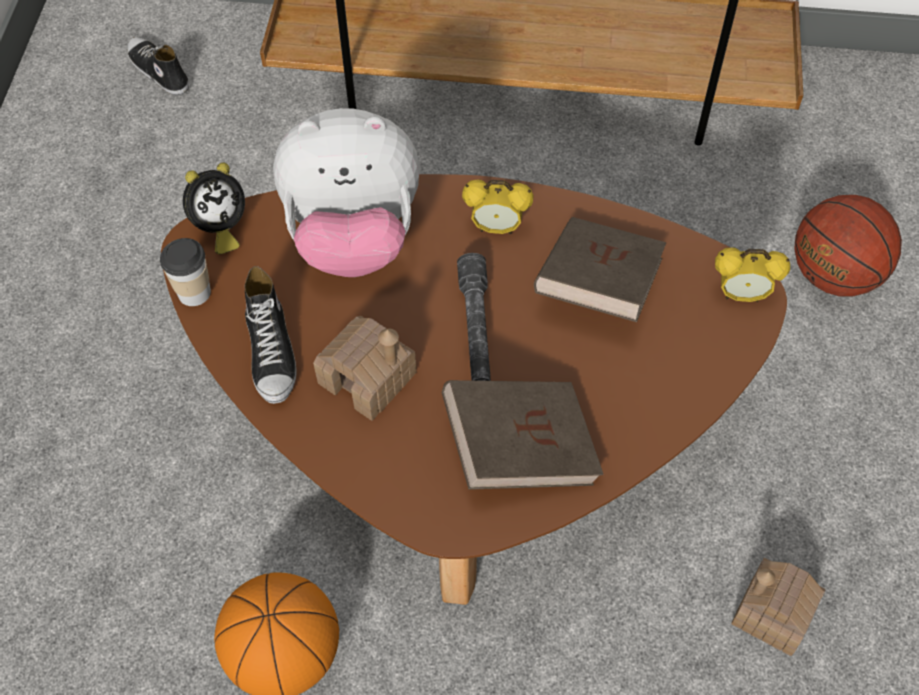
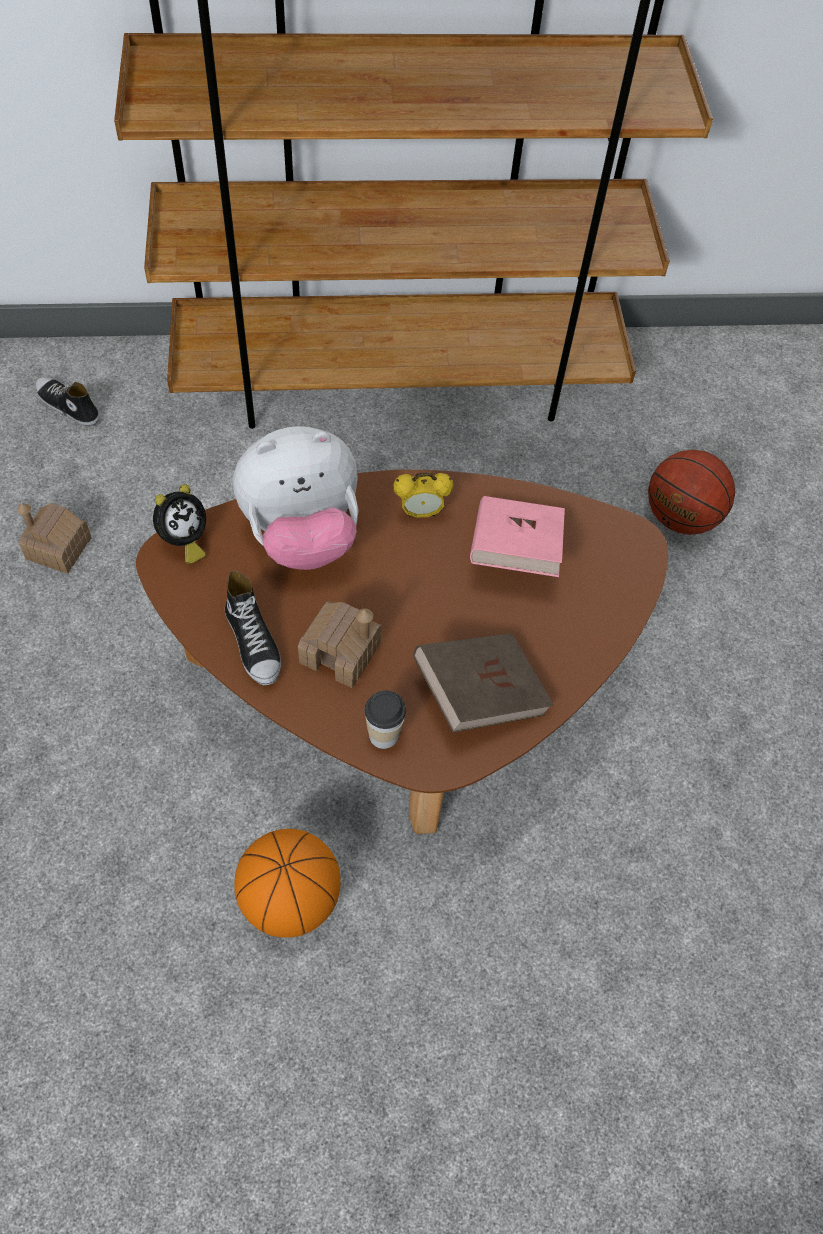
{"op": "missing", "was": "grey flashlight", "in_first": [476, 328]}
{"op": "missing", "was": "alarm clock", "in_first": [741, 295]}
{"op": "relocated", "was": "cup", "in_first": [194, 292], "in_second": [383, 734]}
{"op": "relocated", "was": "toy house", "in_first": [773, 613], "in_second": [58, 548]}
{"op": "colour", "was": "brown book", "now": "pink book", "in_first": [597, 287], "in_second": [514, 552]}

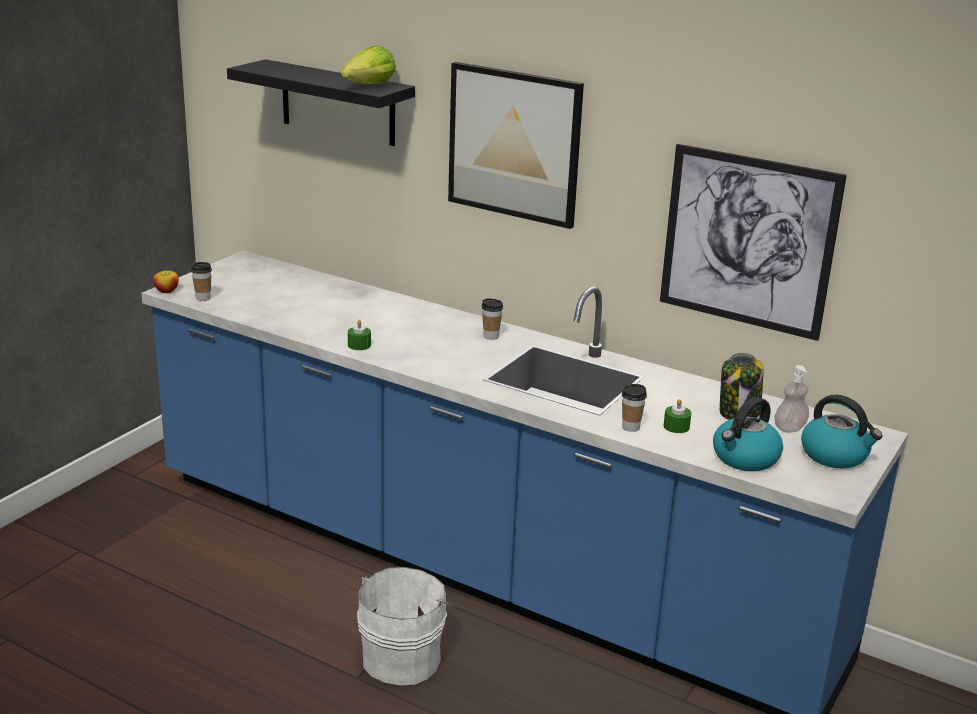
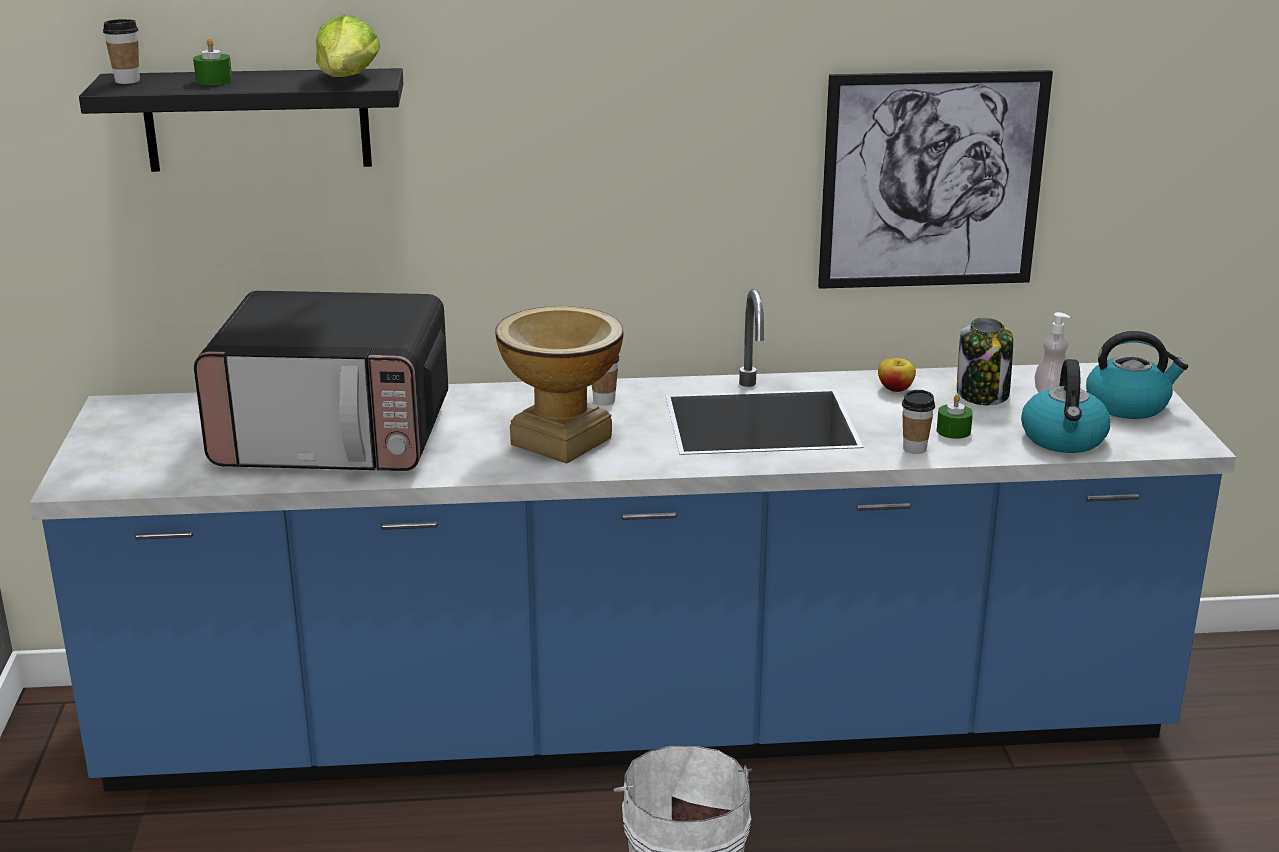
{"op": "missing", "was": "picture", "in_first": [514, 144]}
{"op": "appeared", "now": "microwave", "in_second": [335, 437]}
{"op": "appeared", "now": "vase", "in_second": [562, 441]}
{"op": "relocated", "was": "apple", "in_first": [166, 291], "in_second": [895, 388]}
{"op": "relocated", "was": "cup", "in_first": [203, 298], "in_second": [127, 81]}
{"op": "relocated", "was": "green candle", "in_first": [359, 345], "in_second": [214, 81]}

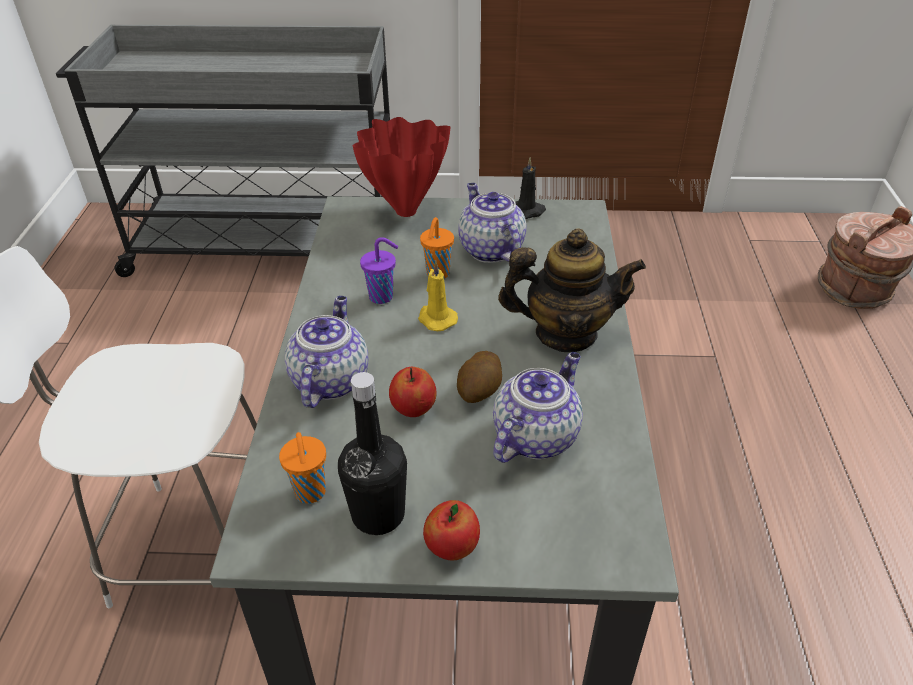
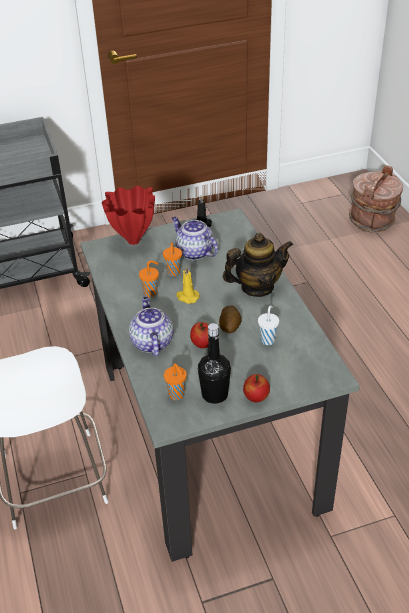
{"op": "exchanged", "was": "teapot", "now": "white cup", "in_first": [535, 435], "in_second": [268, 340]}
{"op": "colour", "was": "purple cup", "now": "orange cup", "in_first": [382, 297], "in_second": [151, 293]}

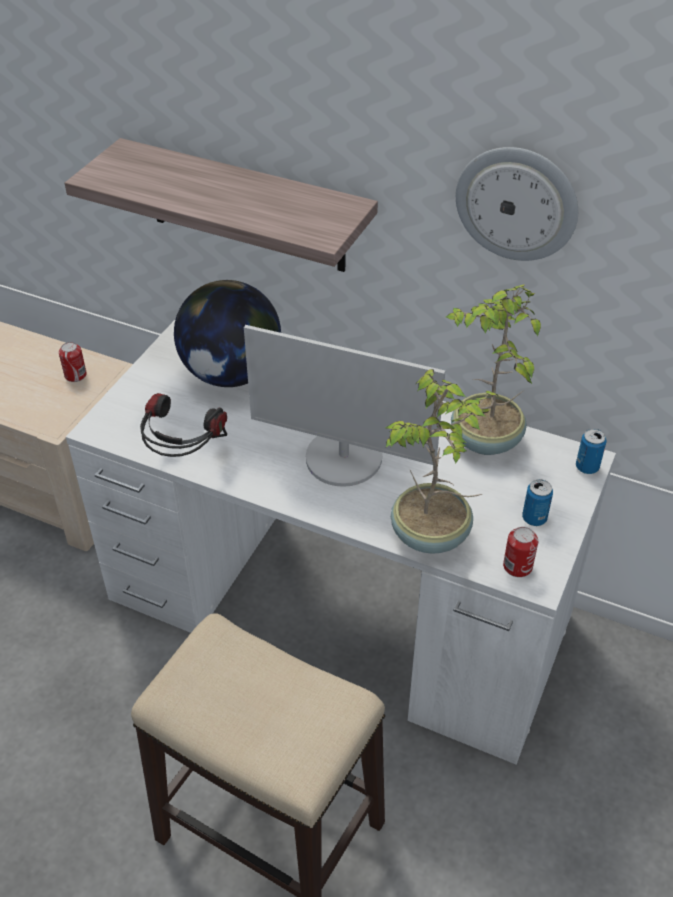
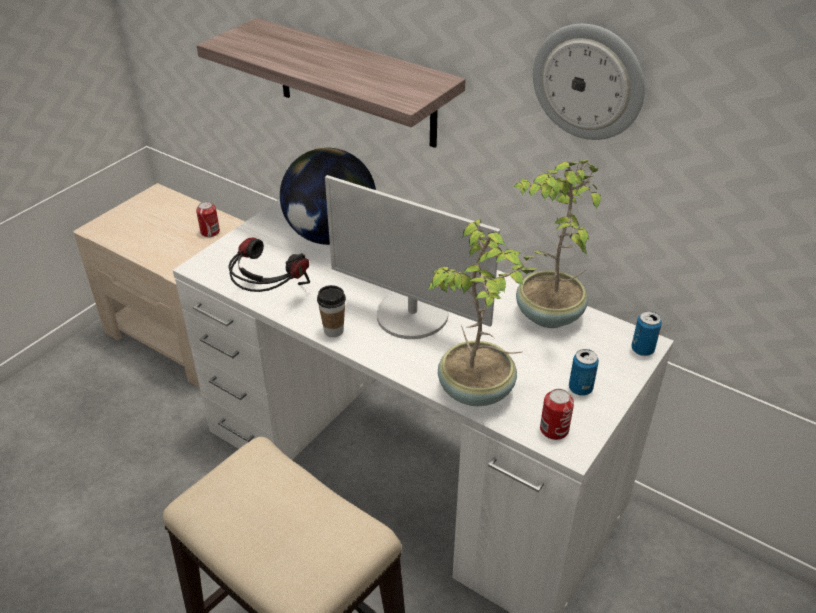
{"op": "appeared", "now": "cup", "in_second": [333, 330]}

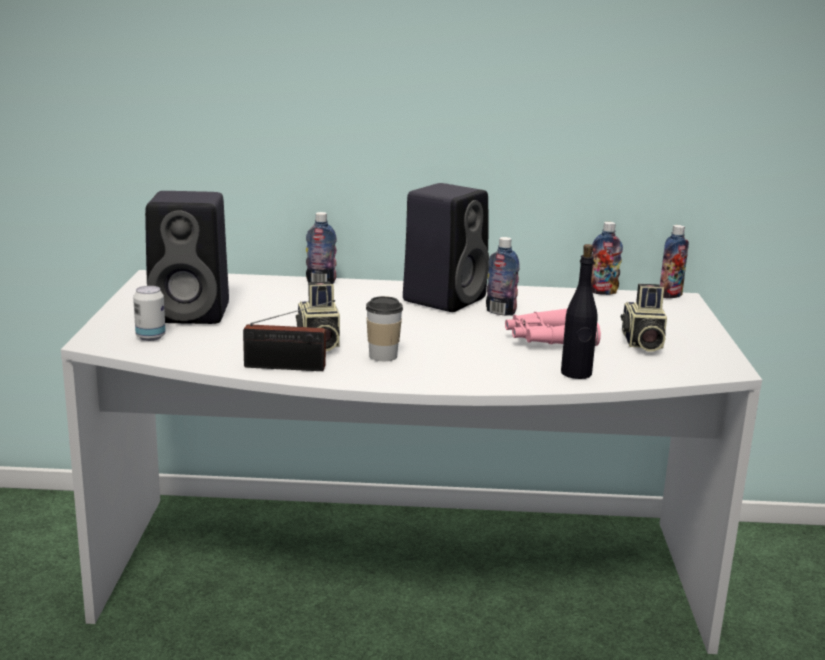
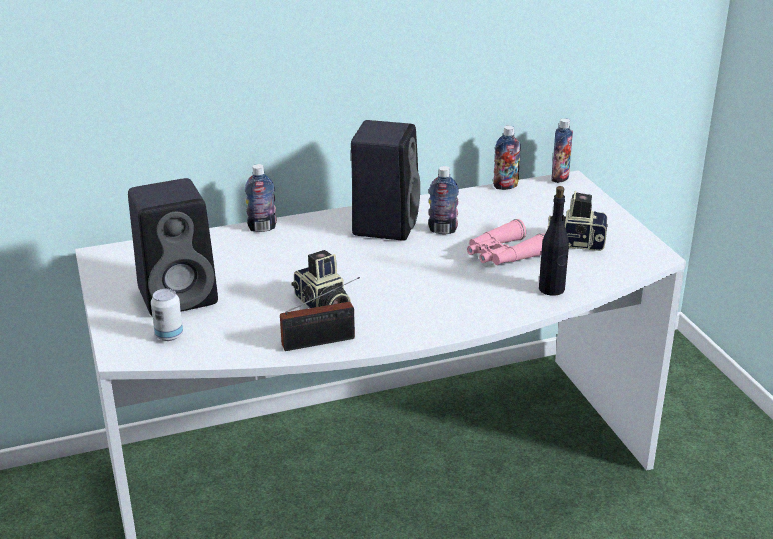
{"op": "missing", "was": "cup", "in_first": [383, 356]}
{"op": "spun", "was": "photo camera", "in_first": [641, 343], "in_second": [576, 241], "clockwise": 120}

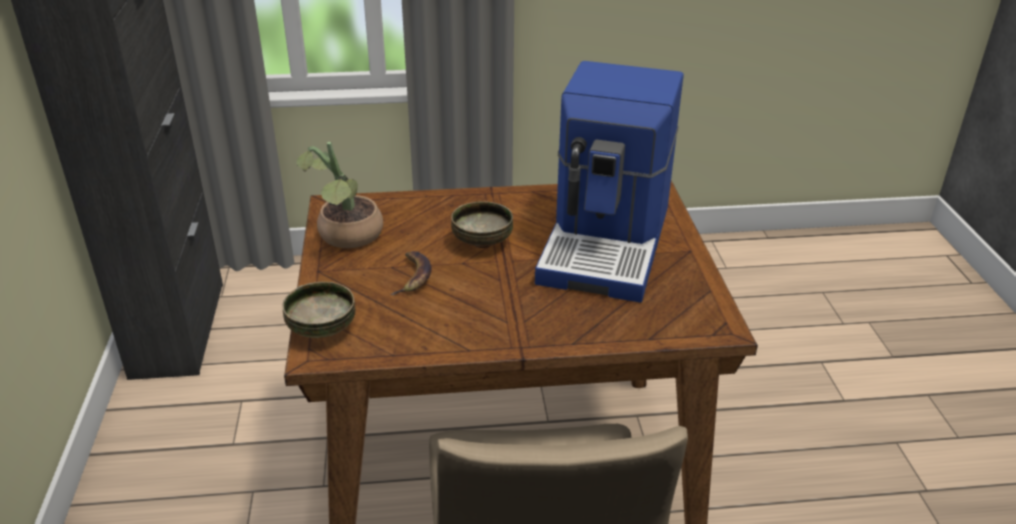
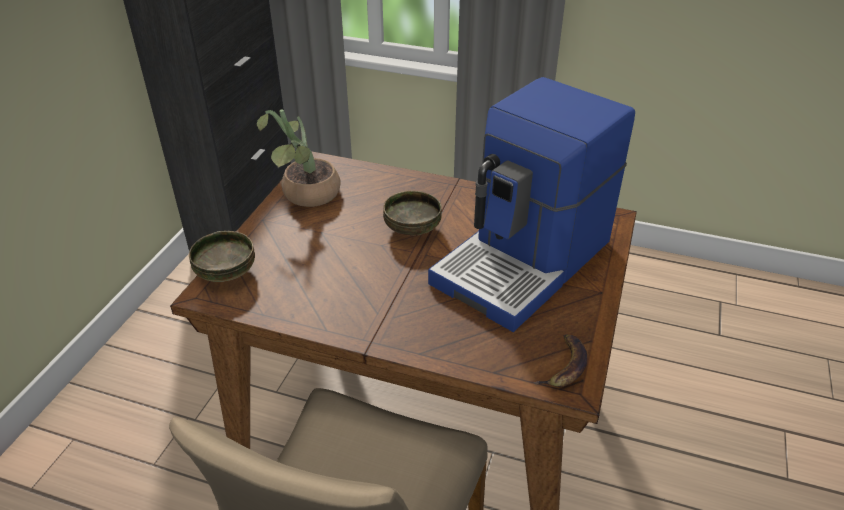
{"op": "relocated", "was": "banana", "in_first": [412, 276], "in_second": [564, 365]}

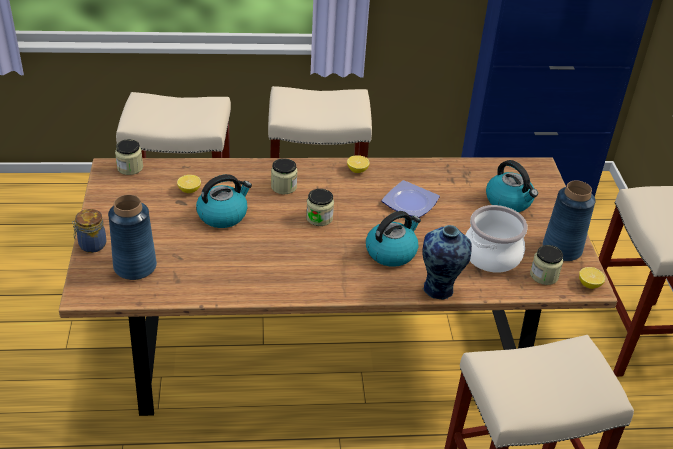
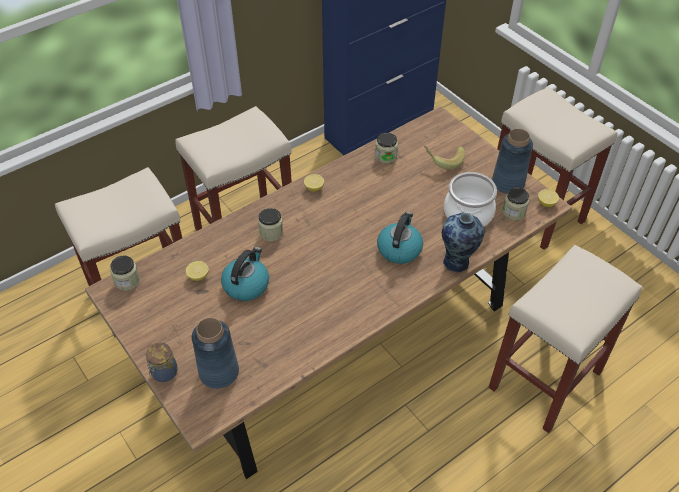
{"op": "missing", "was": "plate", "in_first": [409, 202]}
{"op": "relocated", "was": "jar", "in_first": [319, 218], "in_second": [386, 156]}
{"op": "exchanged", "was": "kettle", "now": "banana", "in_first": [509, 201], "in_second": [443, 160]}

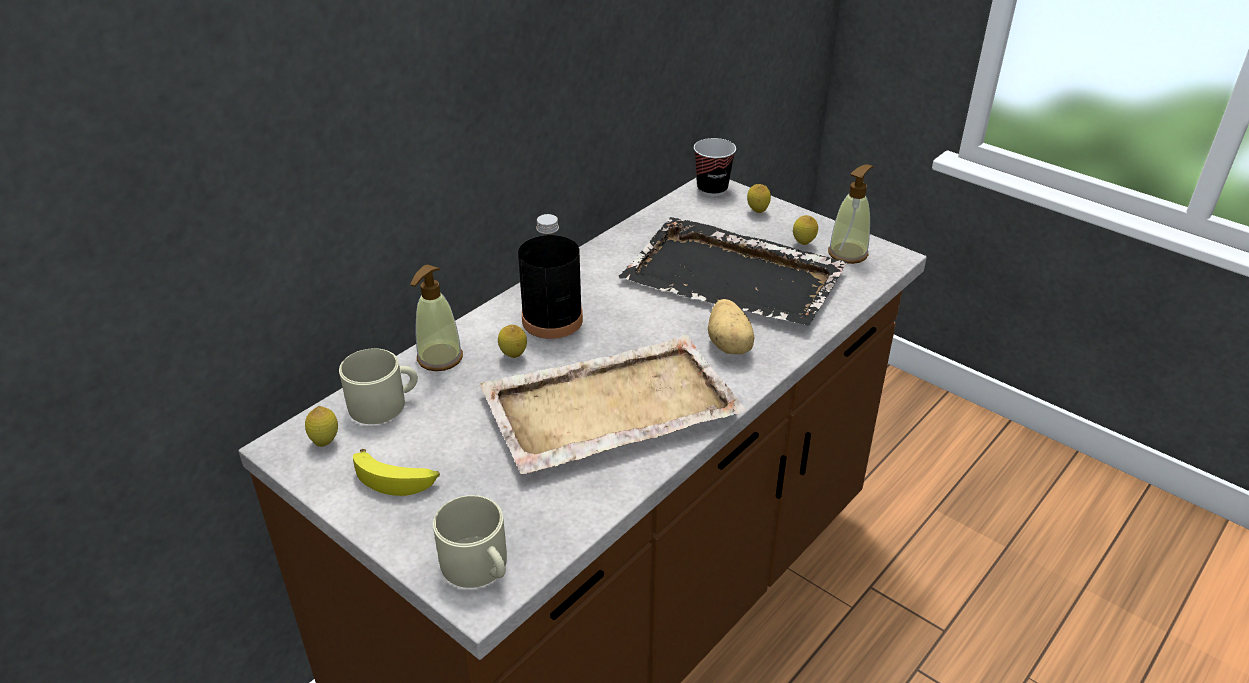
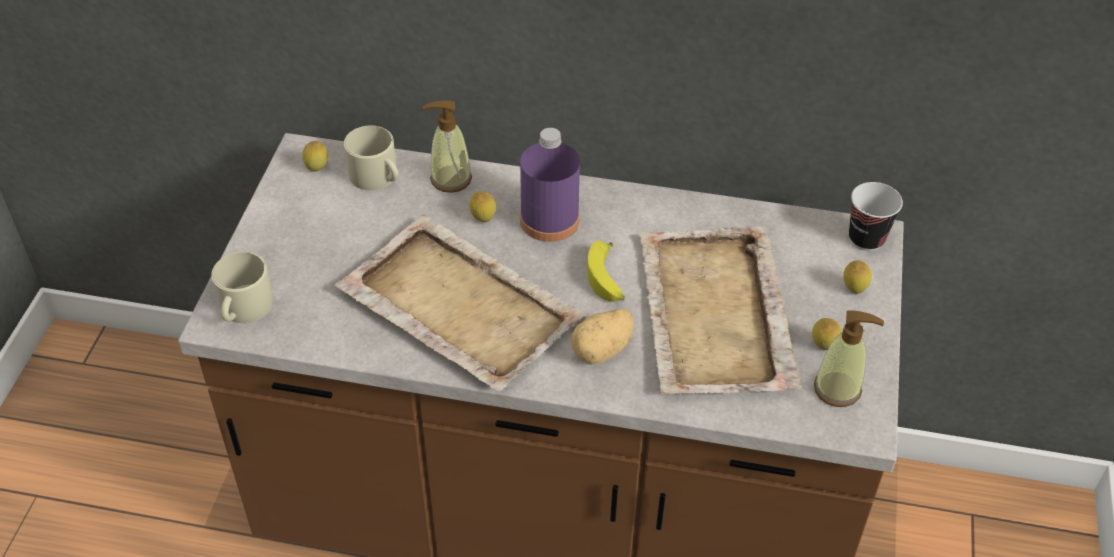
{"op": "relocated", "was": "banana", "in_first": [397, 479], "in_second": [607, 279]}
{"op": "colour", "was": "black bottle", "now": "purple bottle", "in_first": [552, 320], "in_second": [549, 220]}
{"op": "colour", "was": "black tray", "now": "beige tray", "in_first": [735, 278], "in_second": [714, 316]}

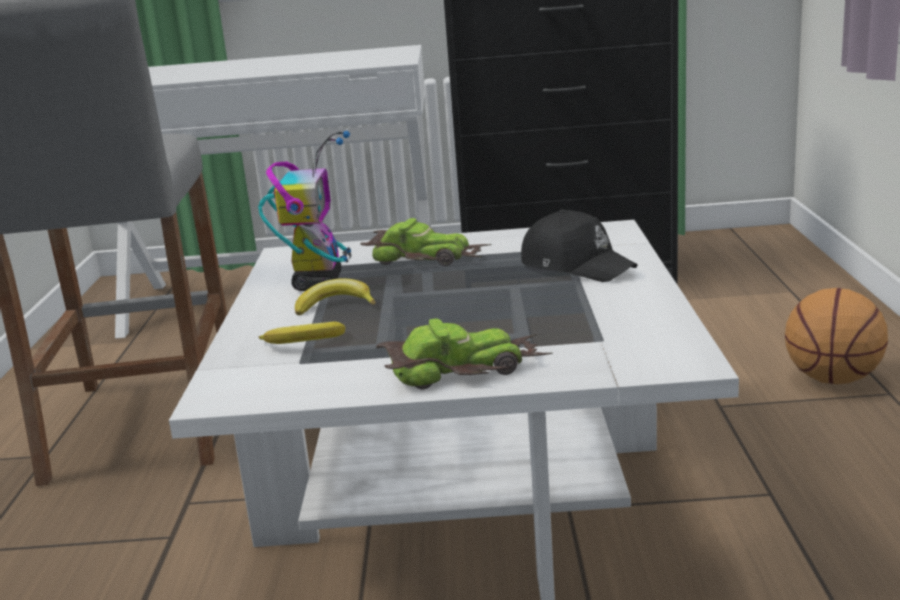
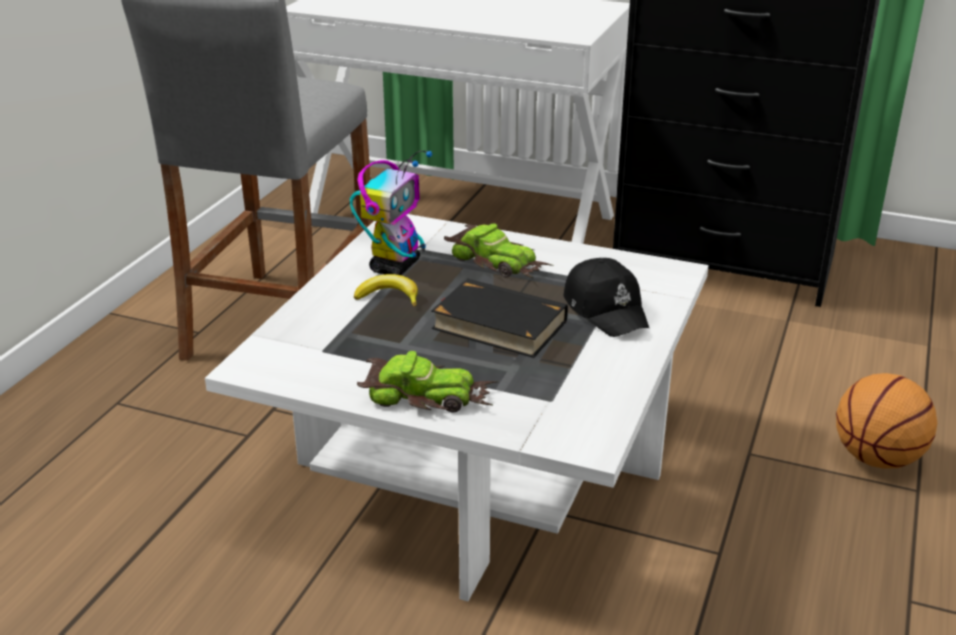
{"op": "missing", "was": "banana", "in_first": [304, 343]}
{"op": "appeared", "now": "black book", "in_second": [499, 324]}

